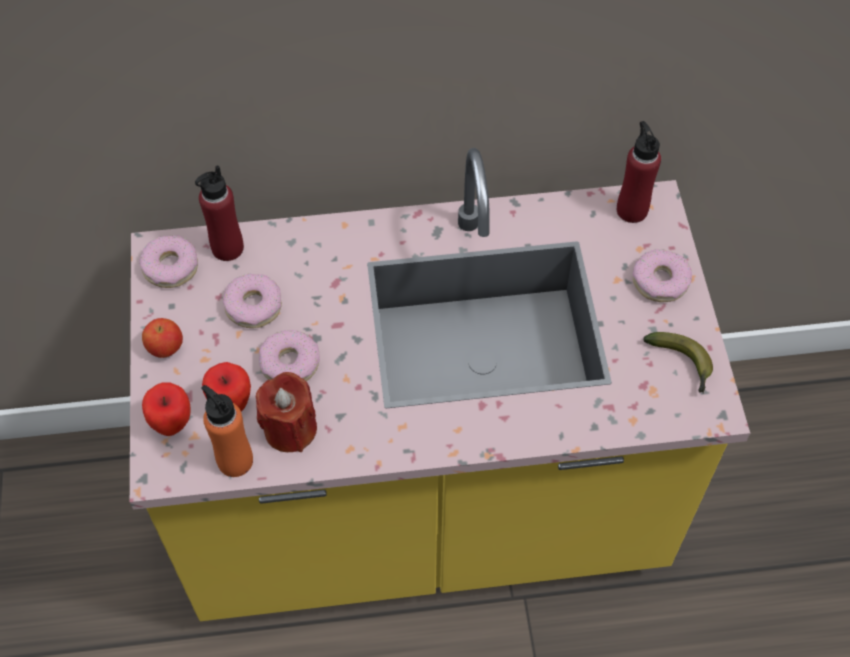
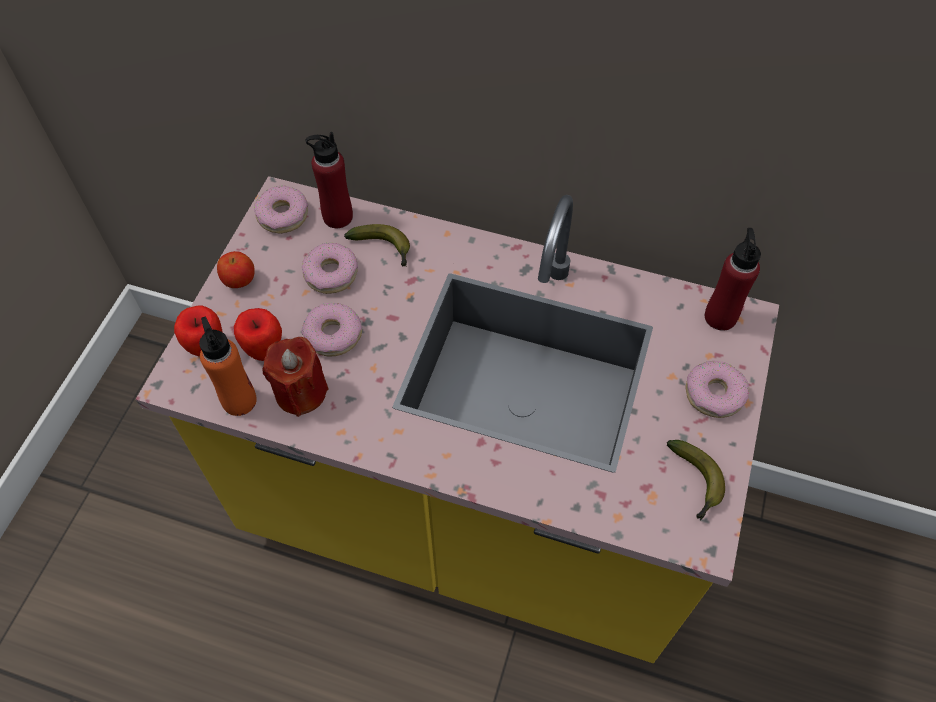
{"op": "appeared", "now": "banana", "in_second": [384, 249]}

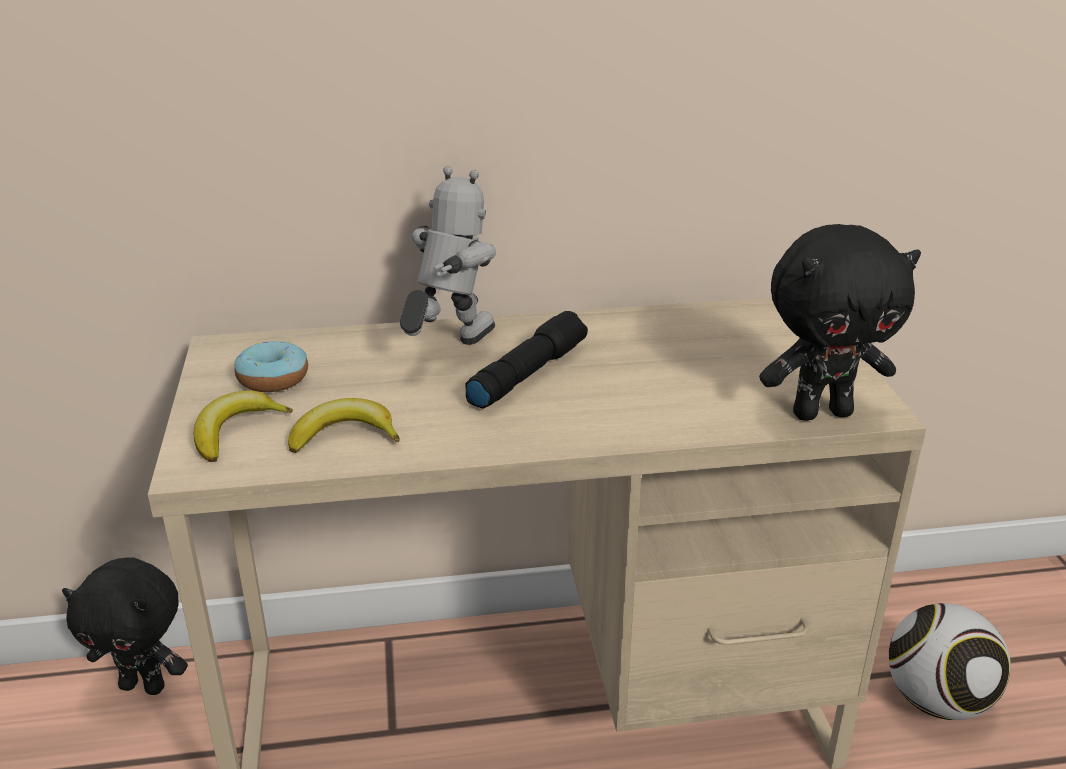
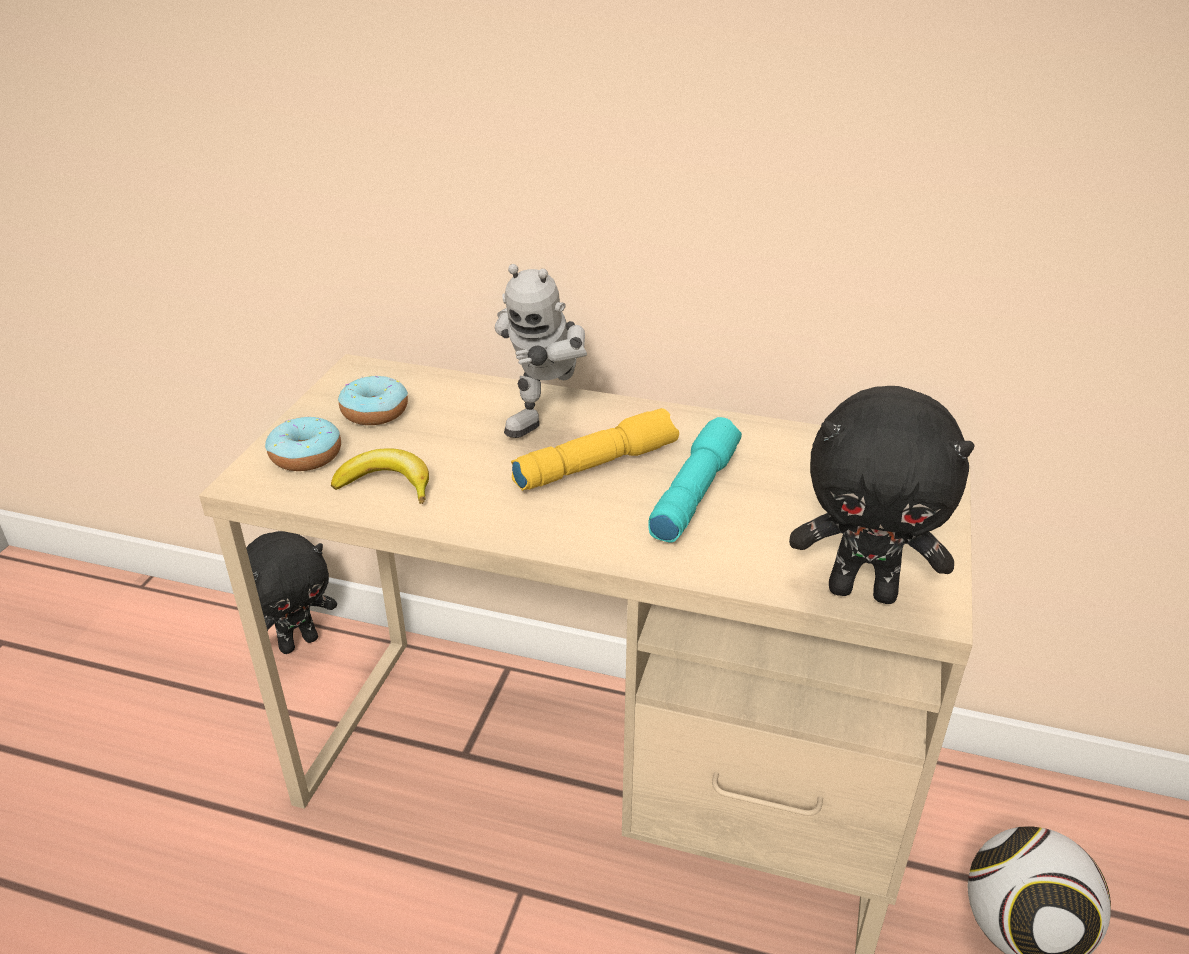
{"op": "appeared", "now": "turquoise flashlight", "in_second": [693, 492]}
{"op": "exchanged", "was": "banana", "now": "donut", "in_first": [235, 432], "in_second": [306, 456]}
{"op": "colour", "was": "black flashlight", "now": "yellow flashlight", "in_first": [527, 373], "in_second": [596, 464]}
{"op": "spun", "was": "black plush toy", "in_first": [144, 685], "in_second": [298, 642], "clockwise": -75}
{"op": "spun", "was": "toy robot", "in_first": [449, 347], "in_second": [548, 418], "clockwise": 150}

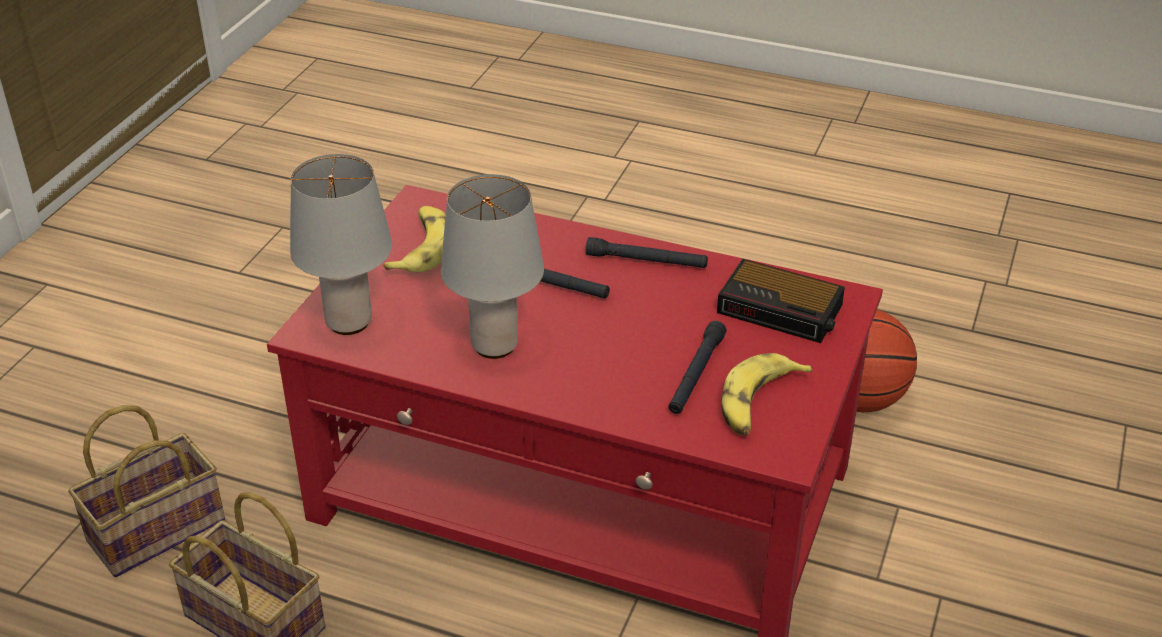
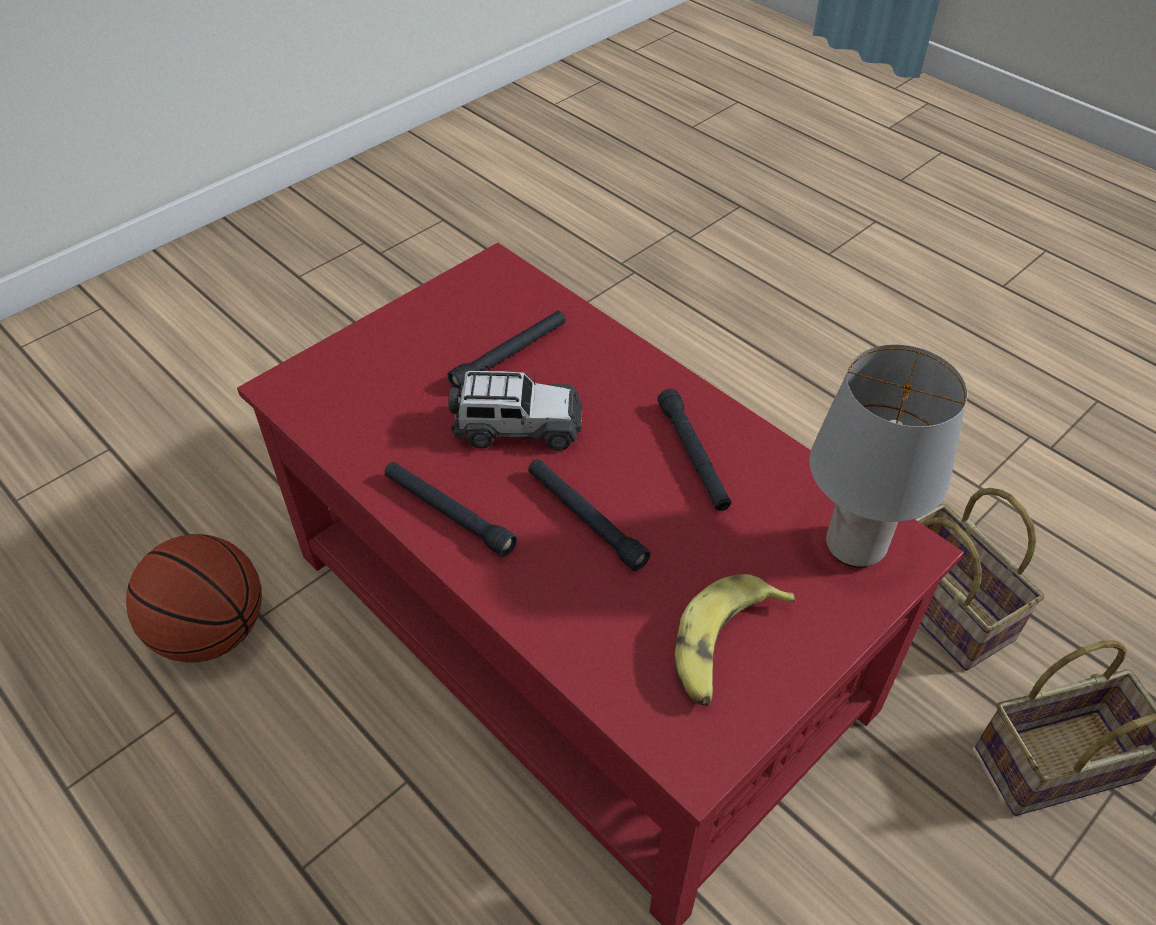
{"op": "missing", "was": "alarm clock", "in_first": [782, 309]}
{"op": "missing", "was": "banana", "in_first": [758, 403]}
{"op": "appeared", "now": "toy car", "in_second": [517, 427]}
{"op": "exchanged", "was": "grey table lamp", "now": "black flashlight", "in_first": [494, 345], "in_second": [693, 456]}

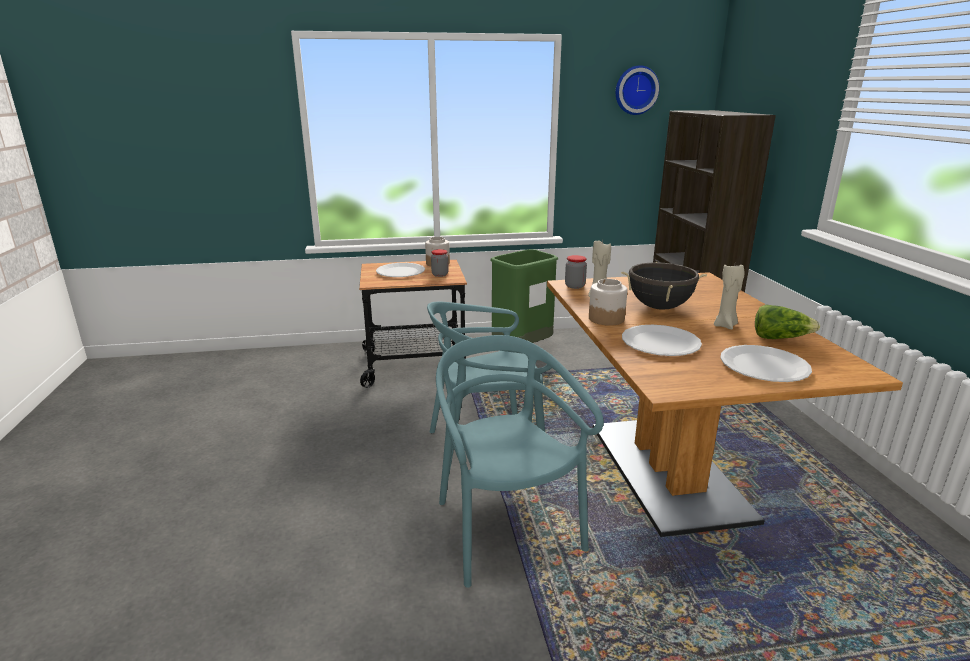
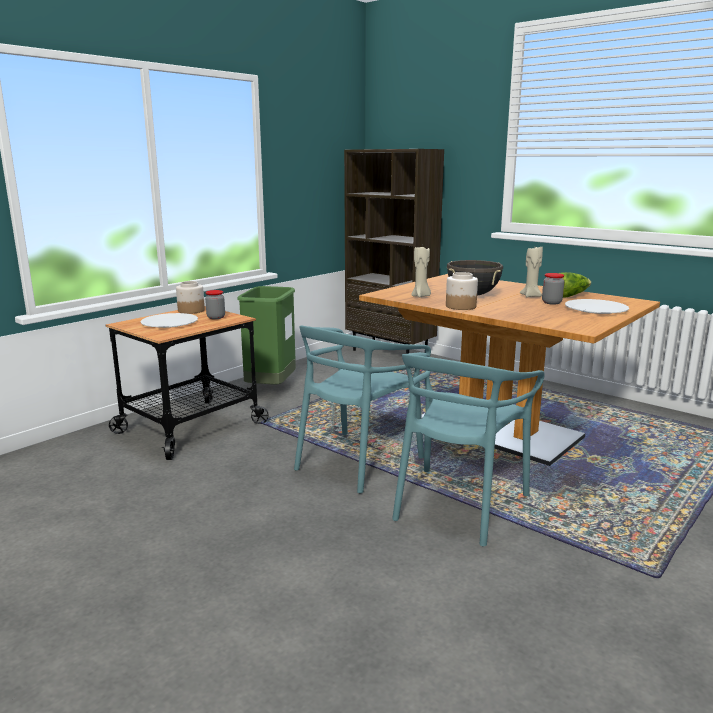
{"op": "missing", "was": "wall clock", "in_first": [635, 90]}
{"op": "missing", "was": "white plate", "in_first": [660, 342]}
{"op": "relocated", "was": "jar", "in_first": [575, 286], "in_second": [551, 302]}
{"op": "spun", "was": "turquoise chair", "in_first": [505, 529], "in_second": [458, 504], "clockwise": -90}

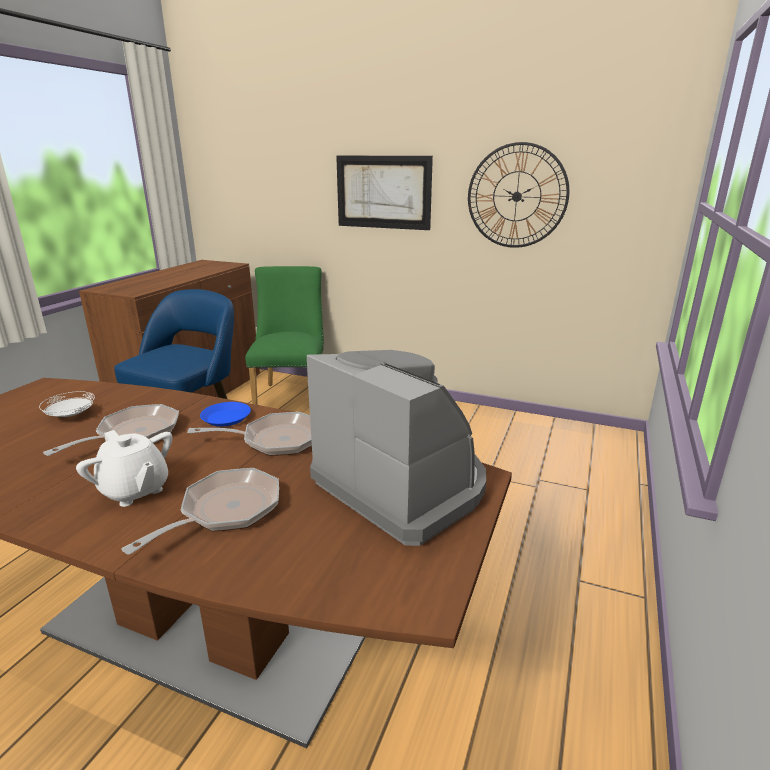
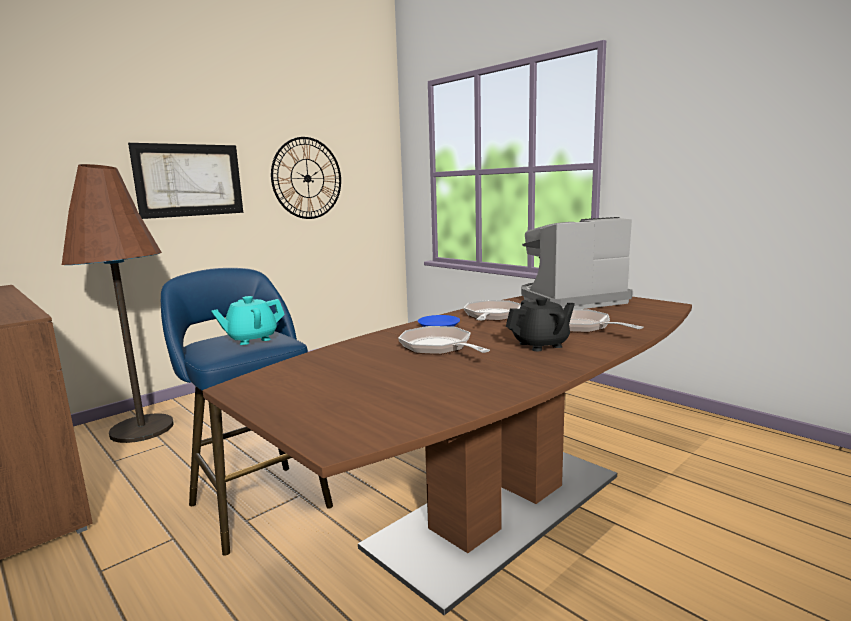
{"op": "missing", "was": "white plate", "in_first": [71, 416]}
{"op": "appeared", "now": "turquoise teapot", "in_second": [251, 339]}
{"op": "exchanged", "was": "green chair", "now": "brown floor lamp", "in_first": [292, 395], "in_second": [142, 429]}
{"op": "colour", "was": "white teapot", "now": "black teapot", "in_first": [135, 490], "in_second": [541, 345]}

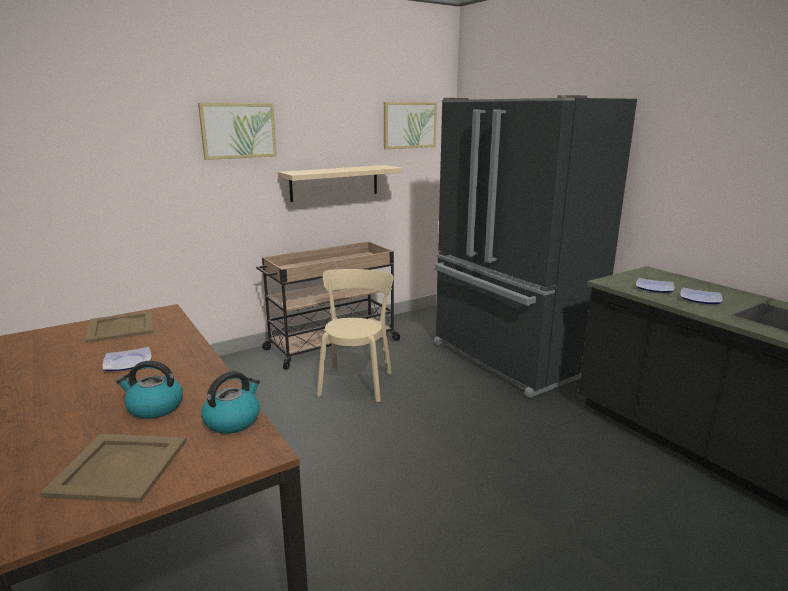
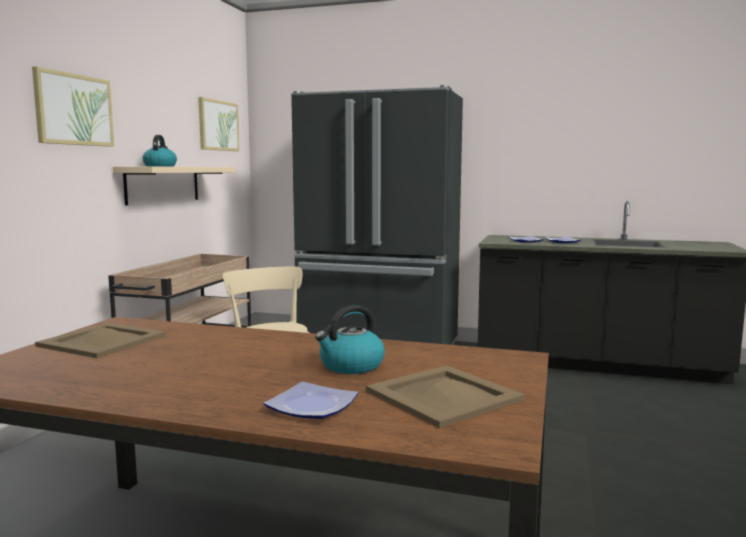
{"op": "relocated", "was": "plate", "in_first": [129, 362], "in_second": [311, 406]}
{"op": "relocated", "was": "kettle", "in_first": [233, 420], "in_second": [160, 166]}

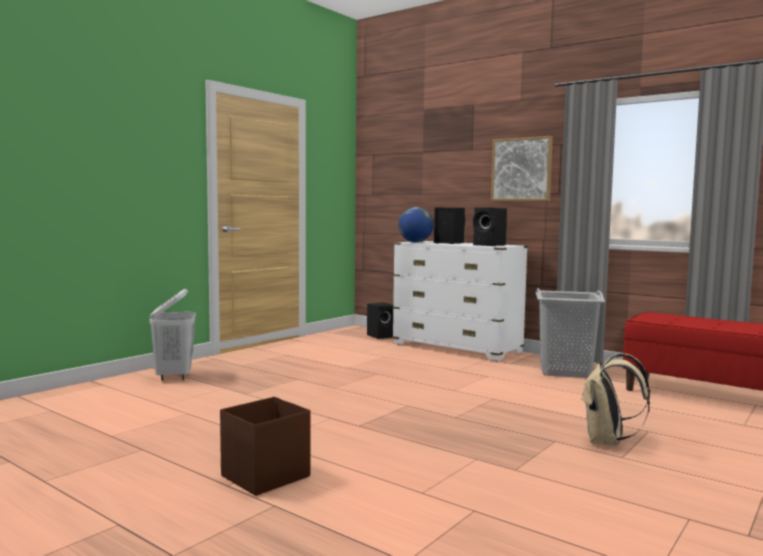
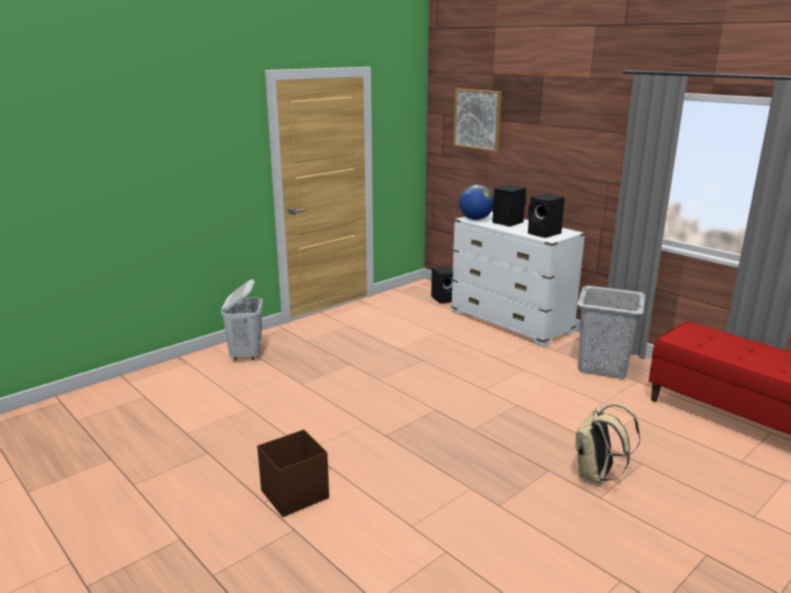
{"op": "relocated", "was": "picture", "in_first": [521, 169], "in_second": [477, 119]}

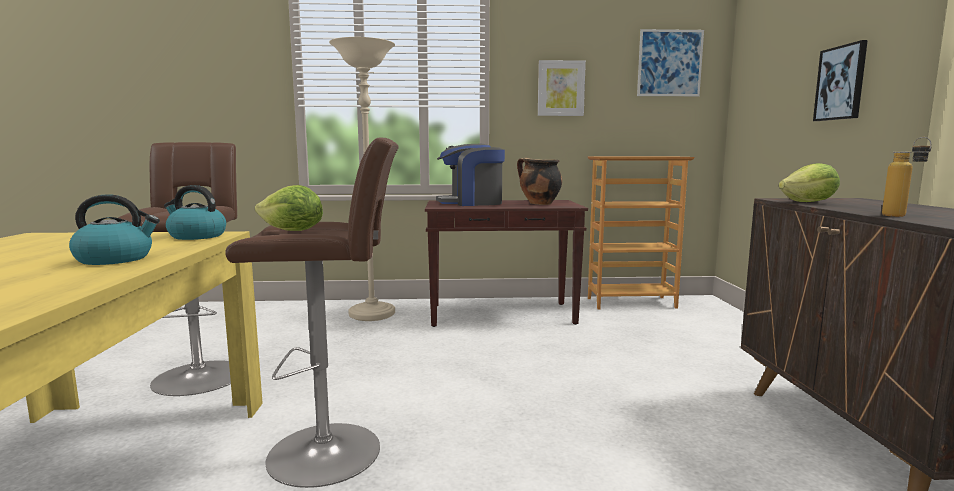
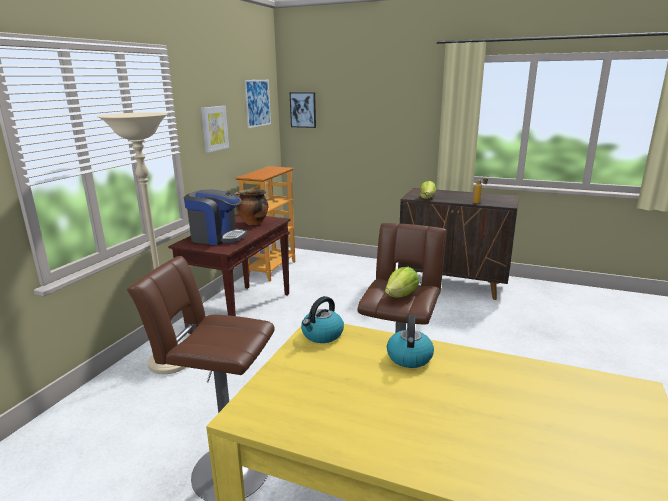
{"op": "relocated", "was": "picture", "in_first": [841, 83], "in_second": [303, 110]}
{"op": "spun", "was": "coffee machine", "in_first": [471, 203], "in_second": [217, 237], "clockwise": -90}

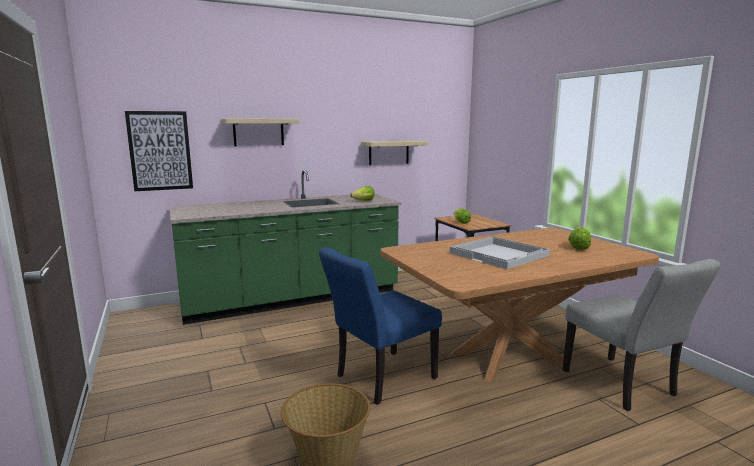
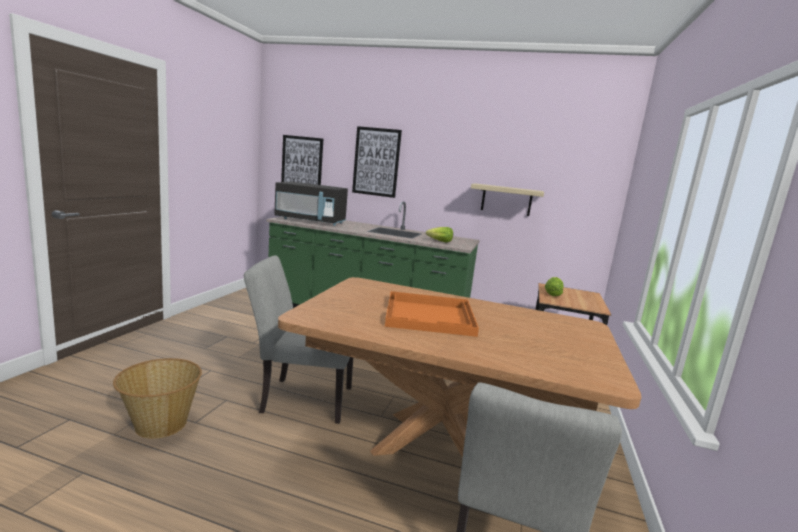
{"op": "missing", "was": "lettuce", "in_first": [578, 247]}
{"op": "appeared", "now": "black microwave", "in_second": [310, 221]}
{"op": "exchanged", "was": "shelf", "now": "picture", "in_first": [258, 132], "in_second": [376, 162]}
{"op": "colour", "was": "blue chair", "now": "grey chair", "in_first": [380, 379], "in_second": [300, 398]}
{"op": "colour", "was": "white tray", "now": "orange tray", "in_first": [499, 254], "in_second": [430, 316]}

